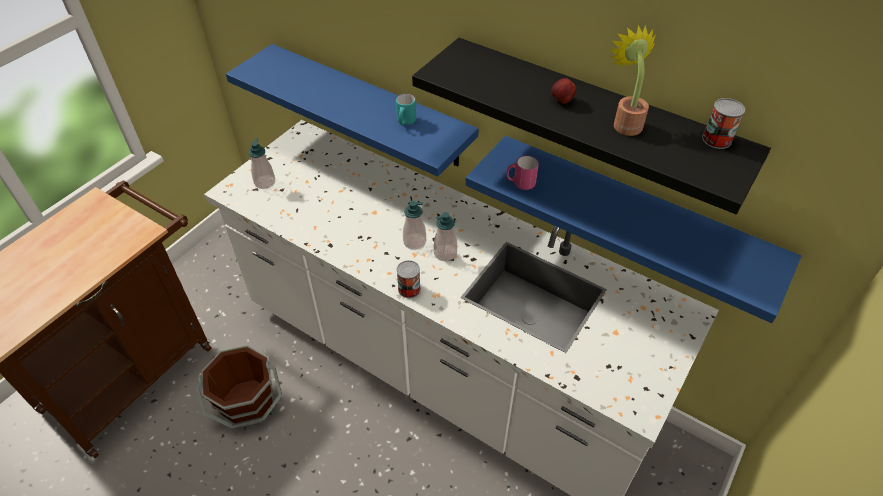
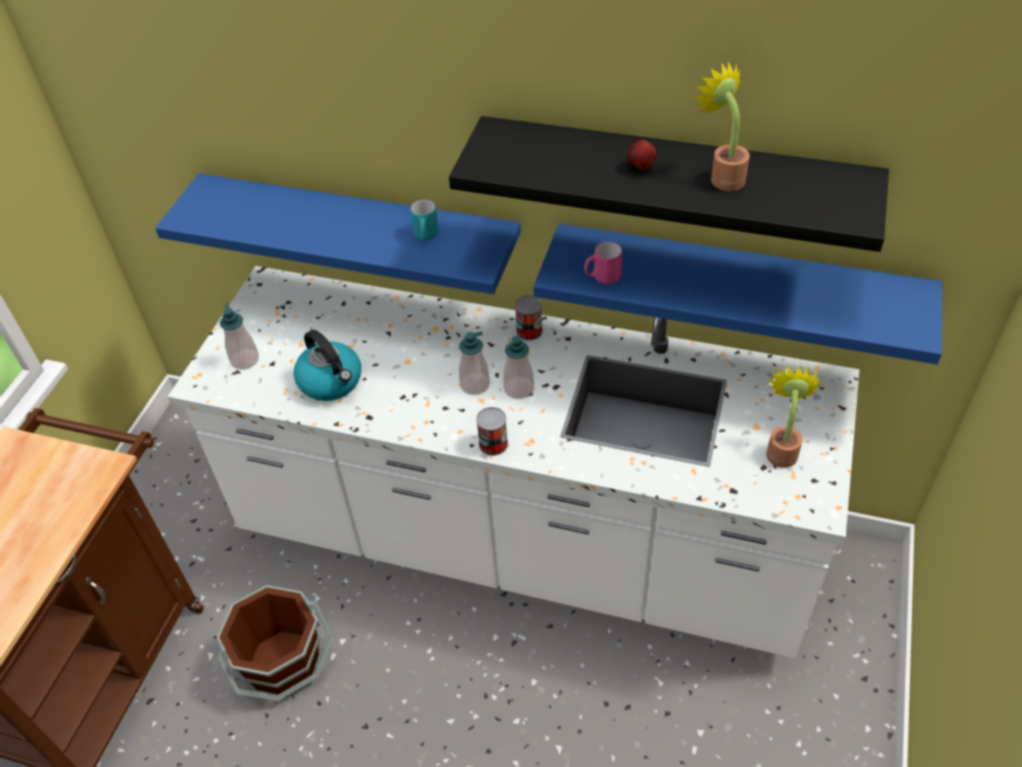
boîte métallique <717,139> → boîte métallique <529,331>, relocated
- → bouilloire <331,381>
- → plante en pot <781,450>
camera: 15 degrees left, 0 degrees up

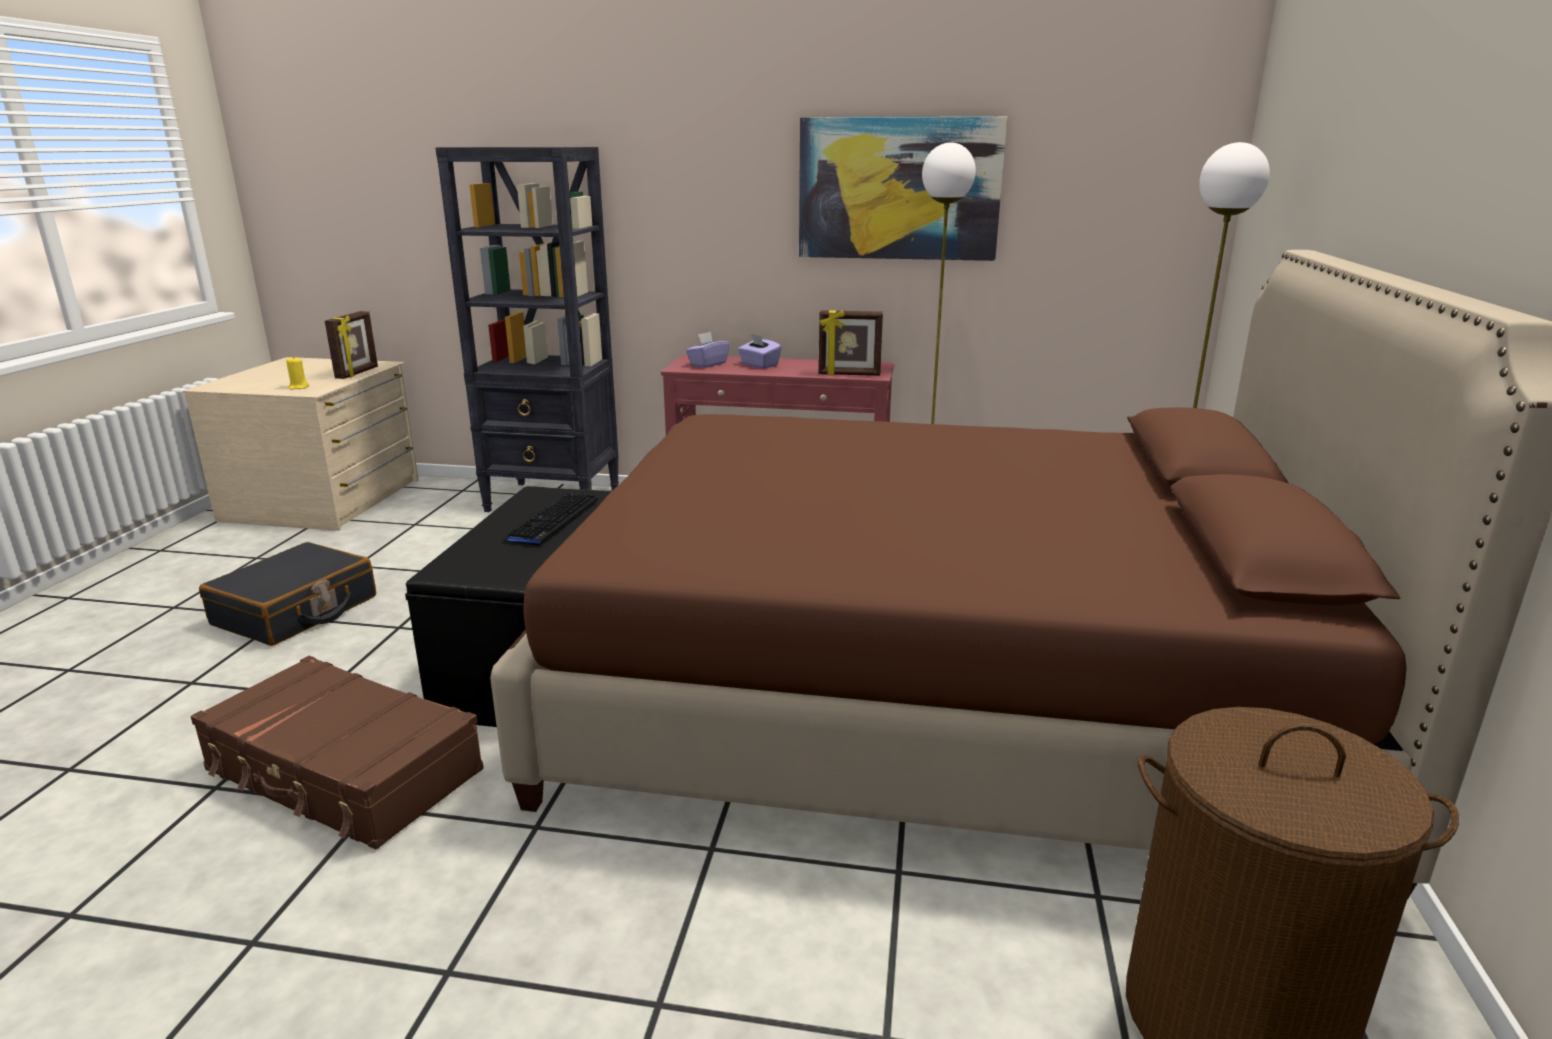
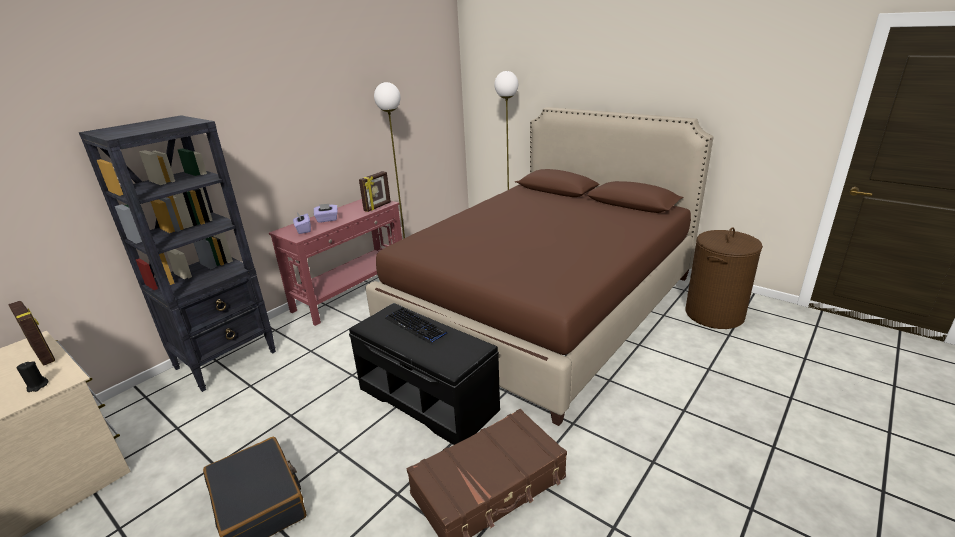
bougie (jaune) <298,387> → bougie (noir) <37,386>
tableau <898,189> → -
camera: 60 degrees left, 5 degrees up

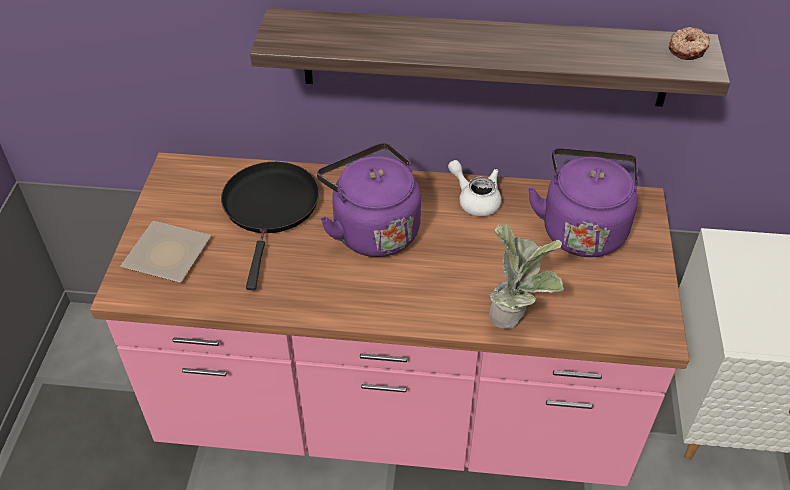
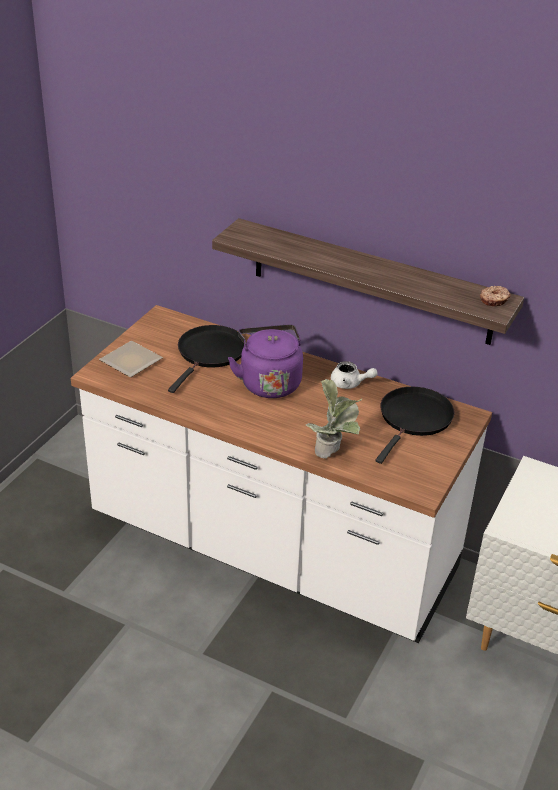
comptoir de cuisine (rose) <395,408> → comptoir de cuisine (blanc) <272,547>
théière (blanc) <475,199> → théière (blanc) <350,384>, 135 degrees clockwise
bouilloire (violet) <582,228> → poêle (noir) <414,419>
camera: 20 degrees right, 10 degrees down

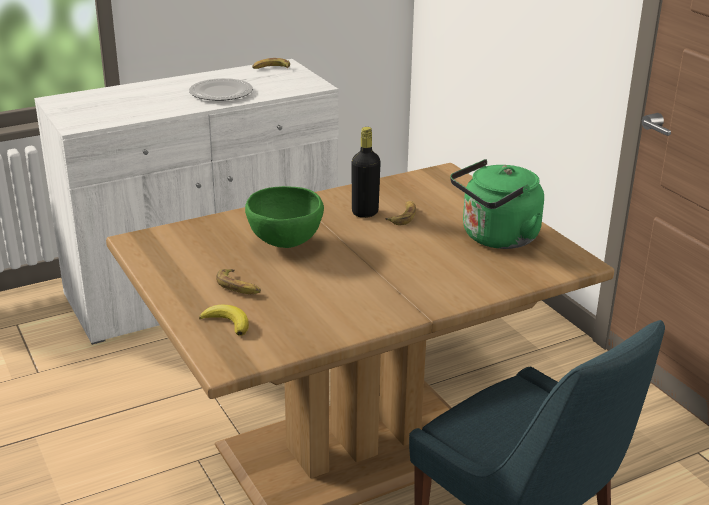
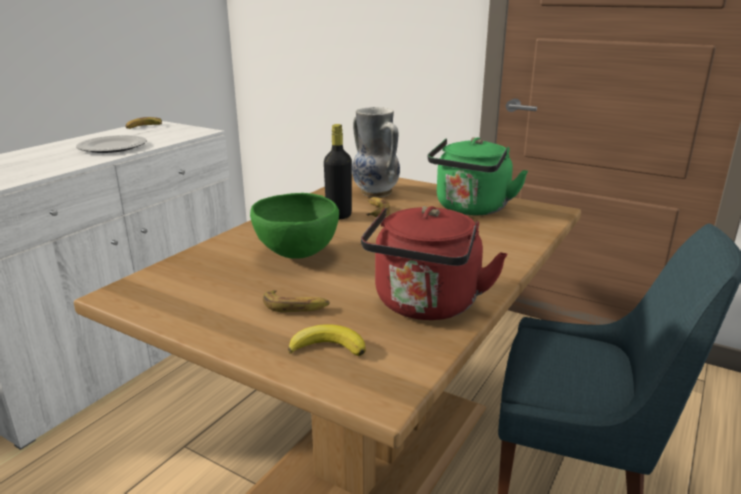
- → vase <375,193>
- → bouilloire (rouge) <425,306>
camera: 30 degrees left, 5 degrees down

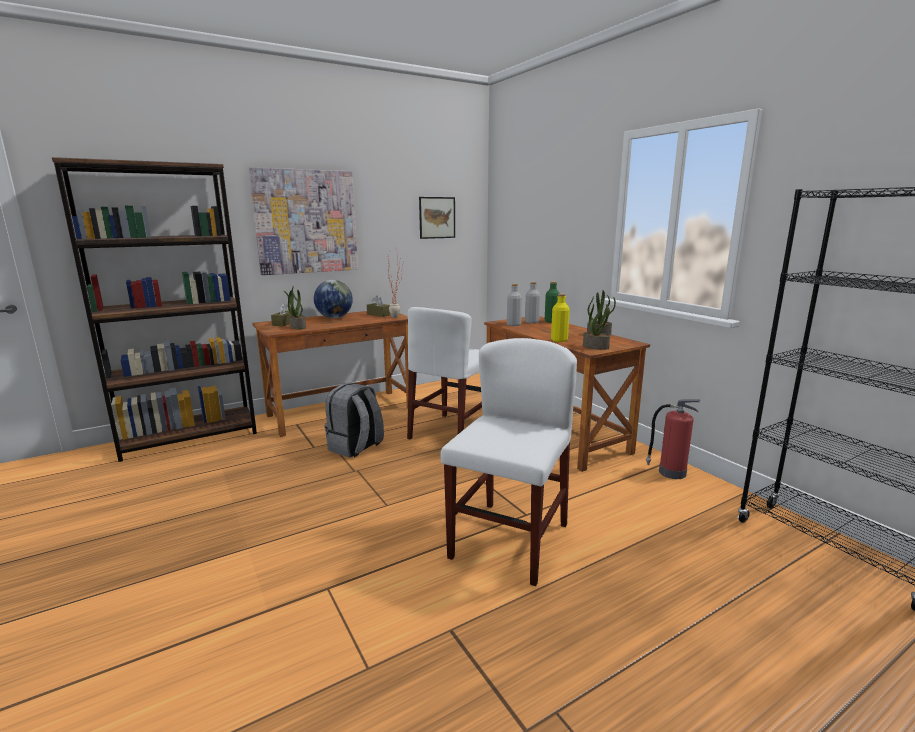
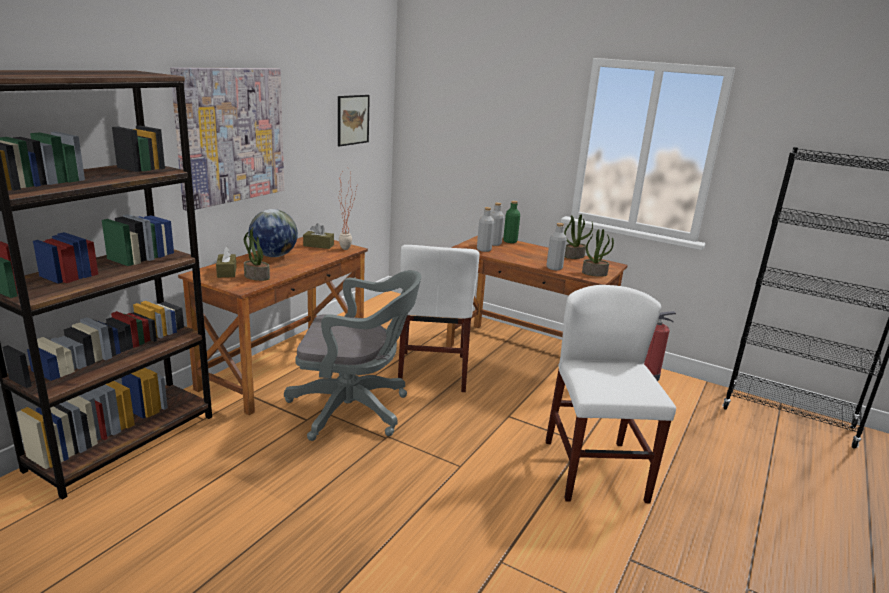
sac à dos (gris) <356,447> → chaise de bureau (gris) <355,410>
bouteille (jaune) <559,340> → bouteille (gris) <554,268>
camera: 30 degrees left, 5 degrees up

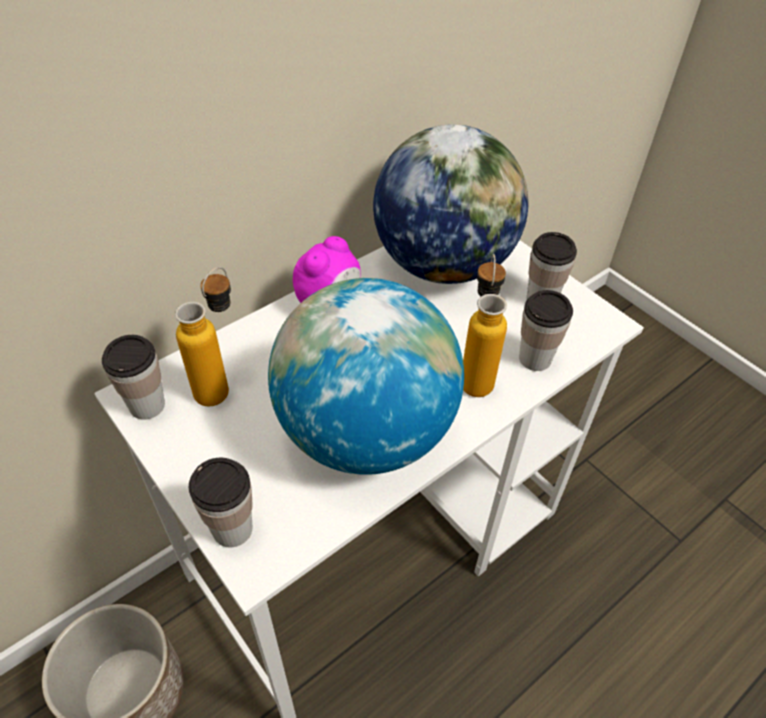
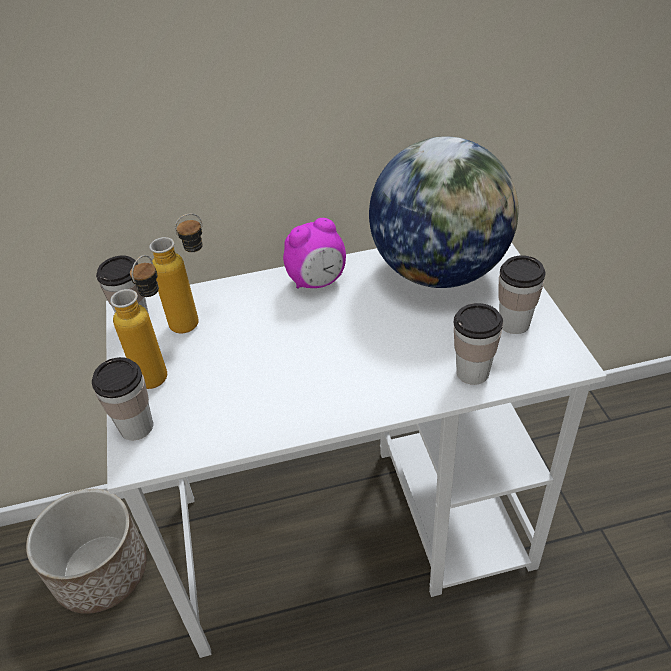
globe <365,432> → -
bouteille <476,374> → bouteille <160,369>, relocated
camera: 30 degrees right, 5 degrees down

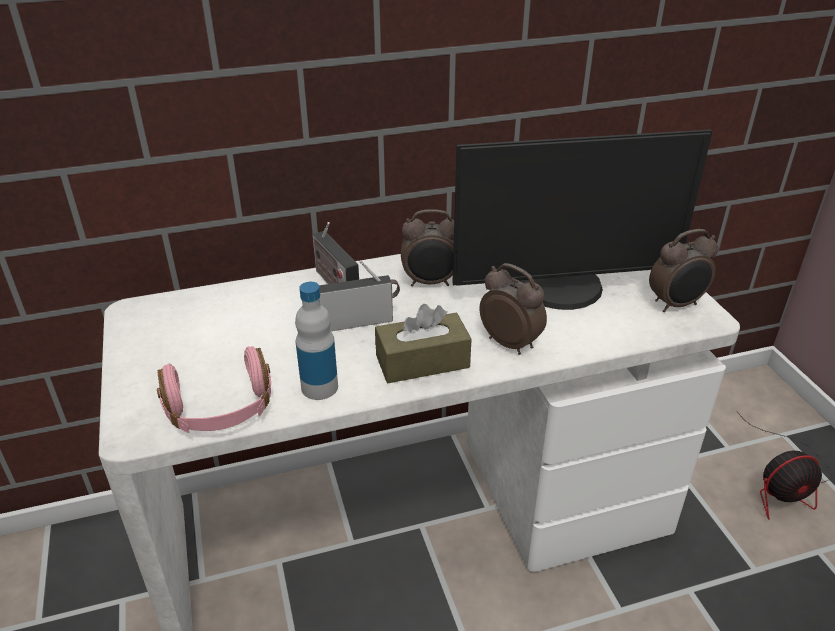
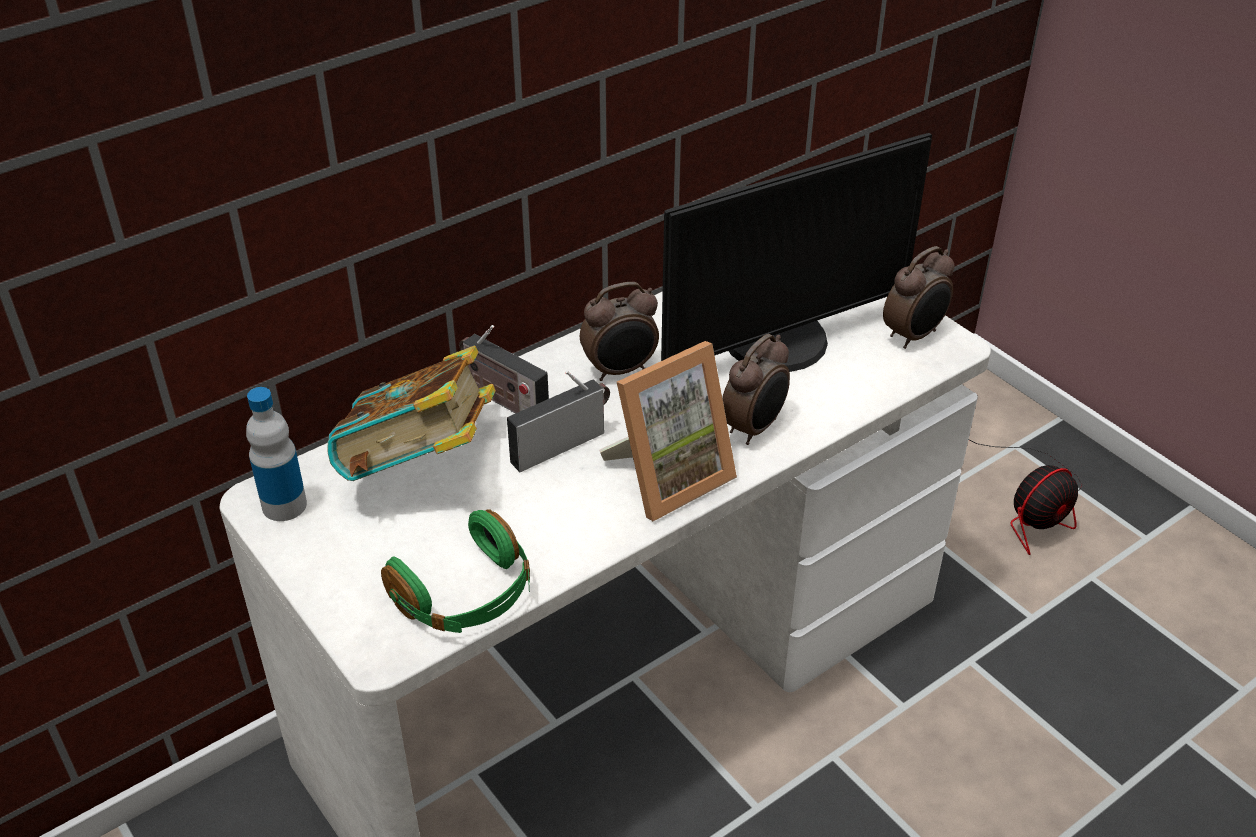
casque audio (rose) <220,409> → casque audio (vert) <466,595>
bouteille <319,387> → bouteille <284,505>, relocated
boîte à mouchoirs (marron) <422,361> → cadre photo <667,476>
réveil <510,342> → réveil <754,428>, 105 degrees clockwise
- → livre <420,467>
camera: 20 degrees left, 5 degrees up

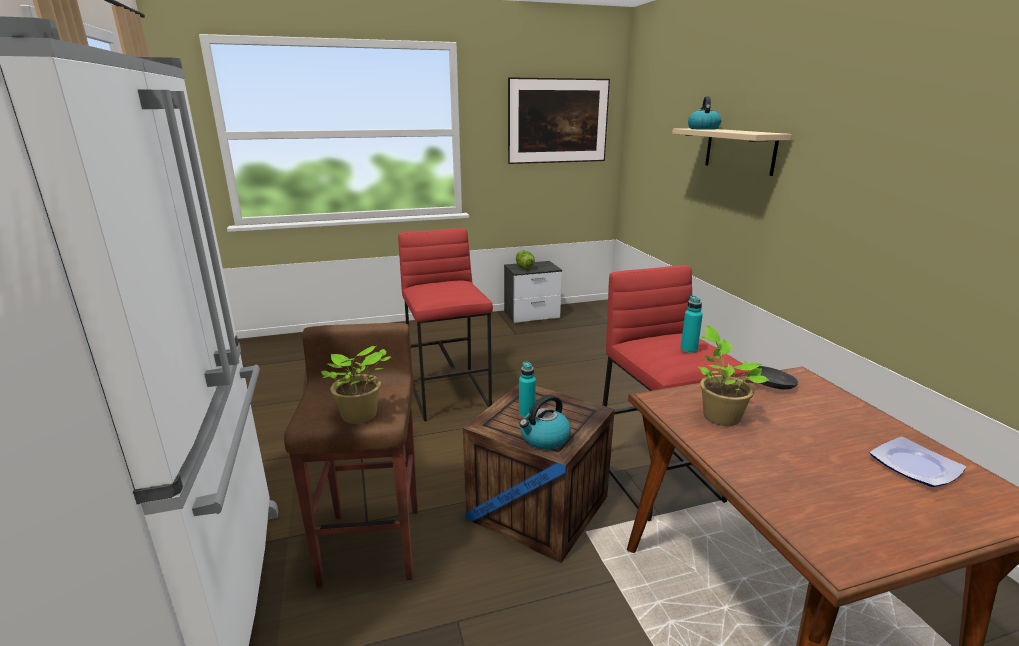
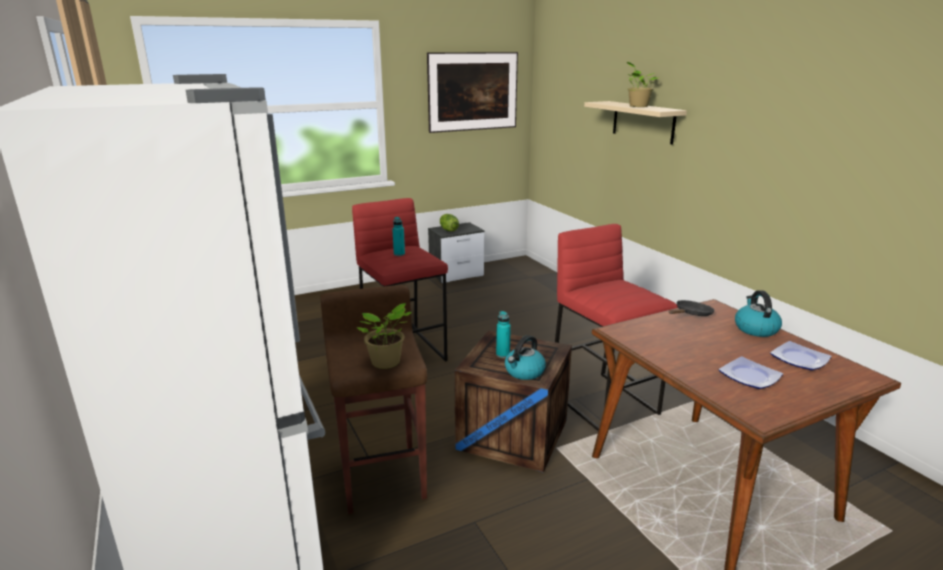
bouteille (turquoise) <688,350> → bouteille (turquoise) <399,254>, relocated
bouilloire <703,129> → bouilloire <755,329>, relocated
plante en pot <719,415> → plante en pot <637,106>, relocated
- → assiette <750,377>
camera: 10 degrees left, 0 degrees up

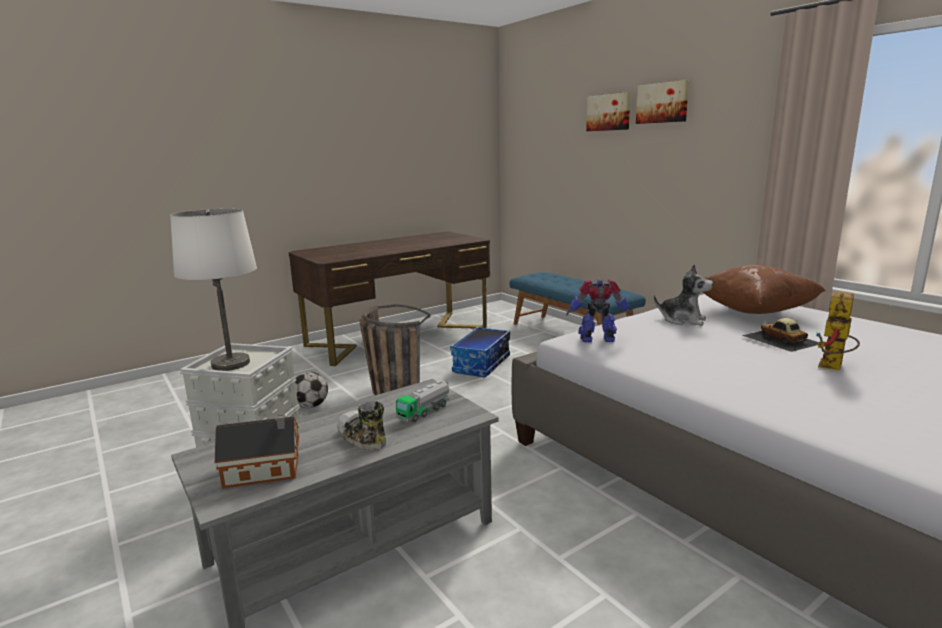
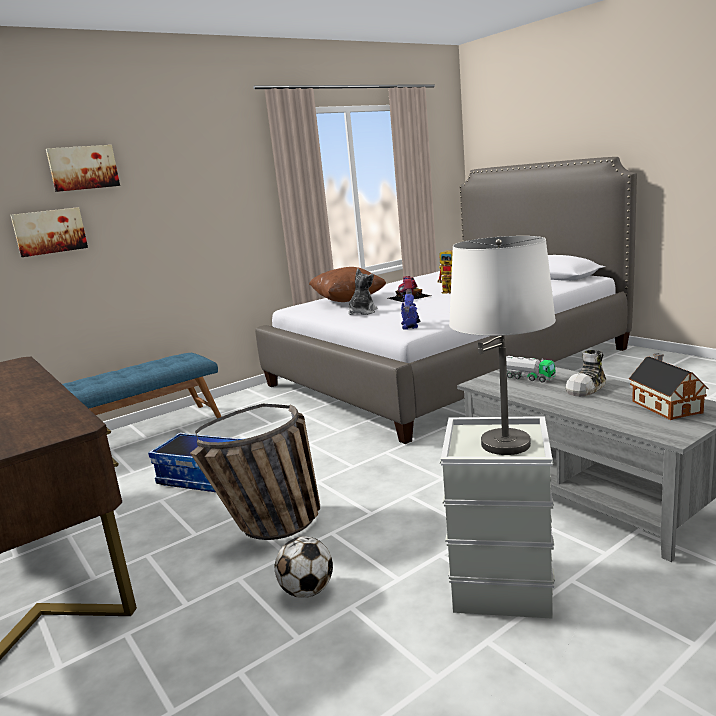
tableau <662,103> → tableau <49,231>, relocated
camera: 90 degrees left, 0 degrees up

